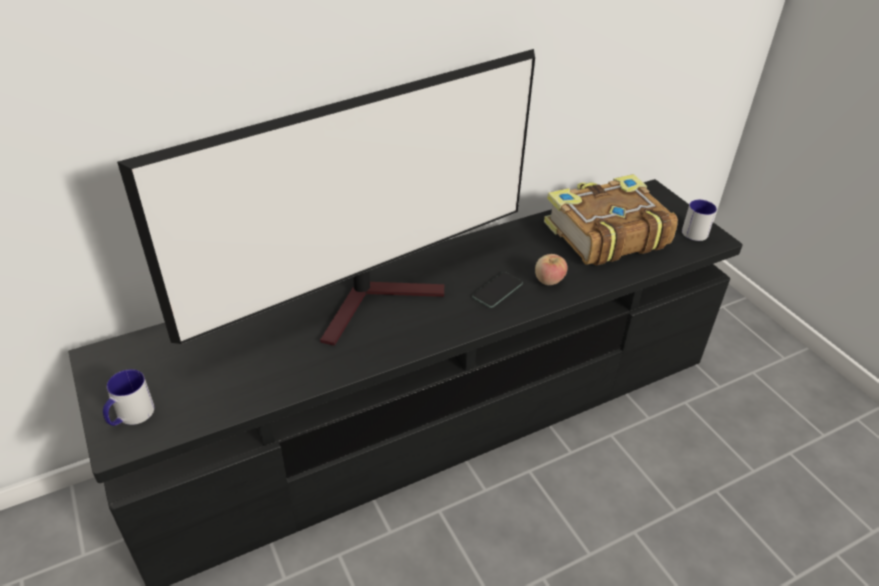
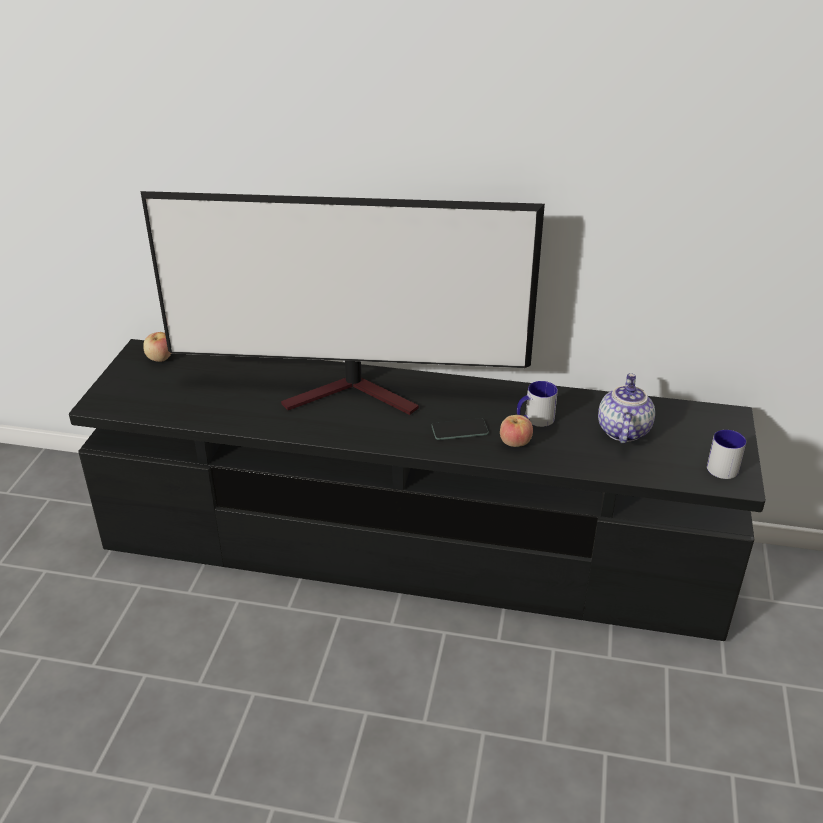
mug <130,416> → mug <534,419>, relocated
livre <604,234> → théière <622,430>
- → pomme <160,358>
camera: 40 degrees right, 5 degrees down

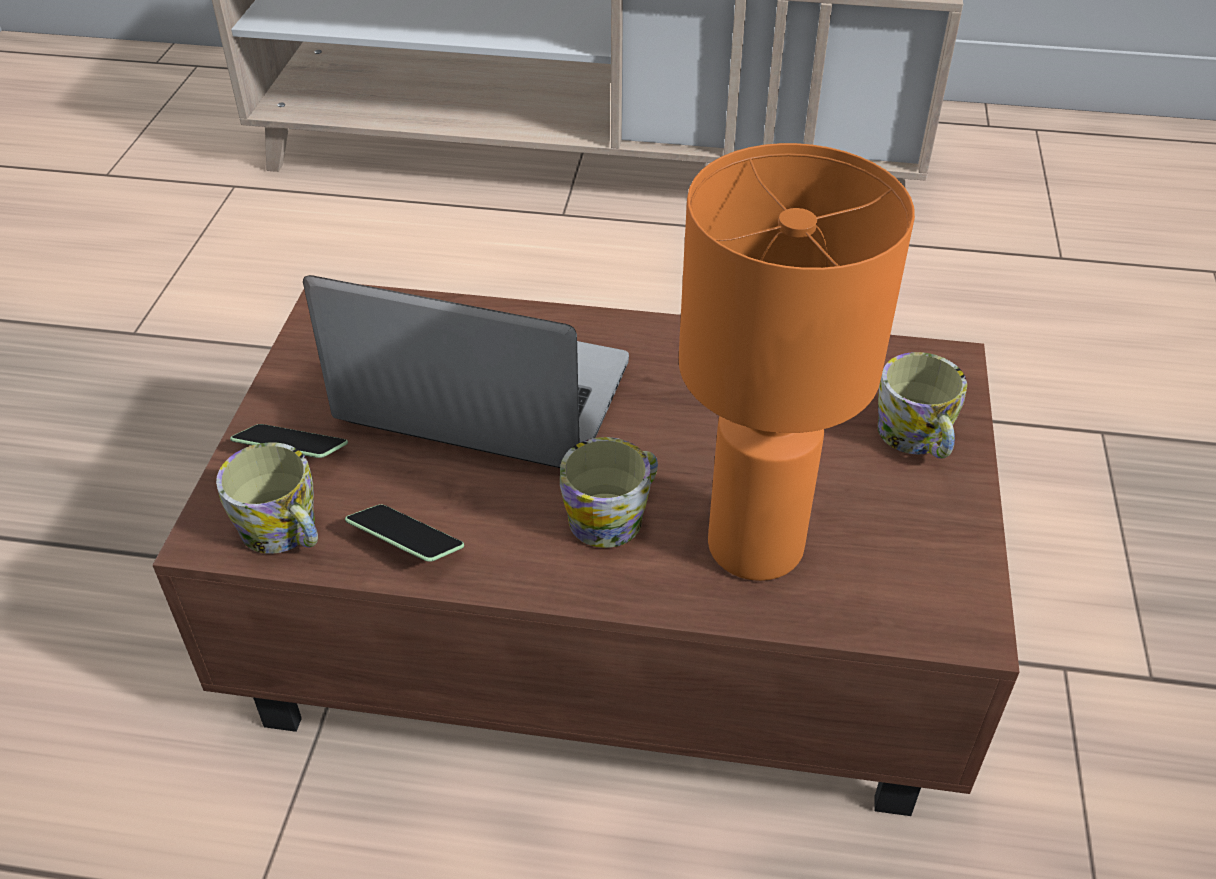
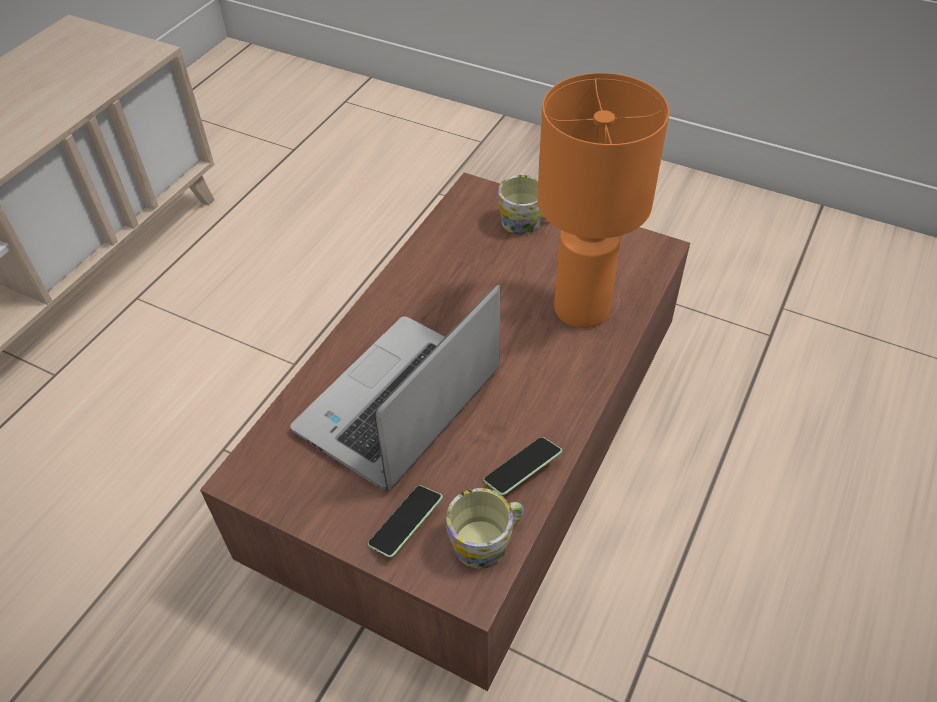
mug <614,515> → -
camera: 70 degrees left, 5 degrees up

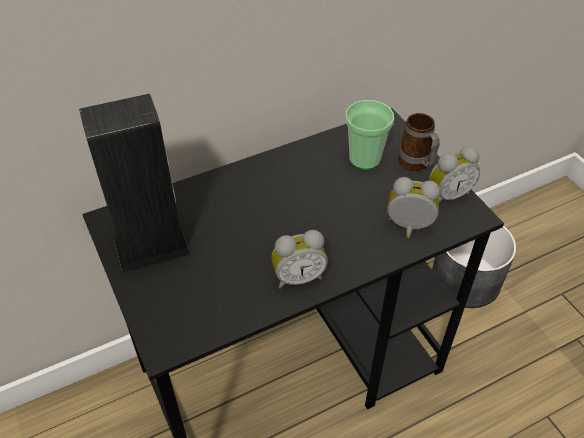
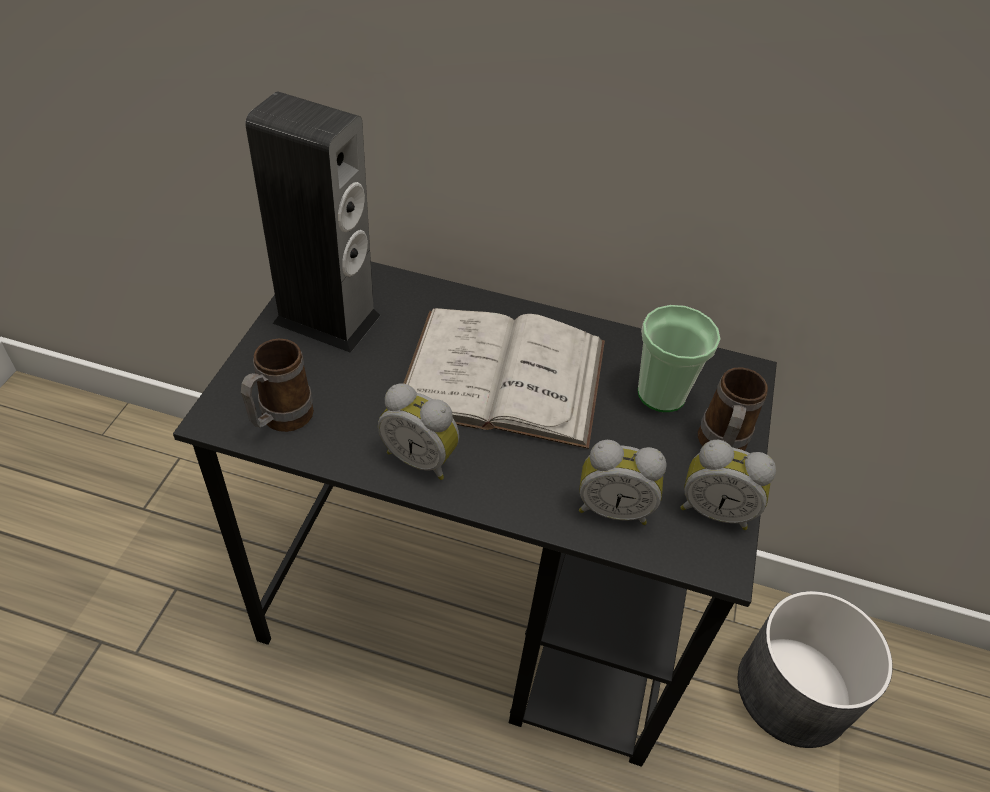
réveil <408,228> → réveil <613,507>, 135 degrees clockwise
- → mug <280,421>
- → livre (blanc) <503,376>
camera: 40 degrees right, 0 degrees up

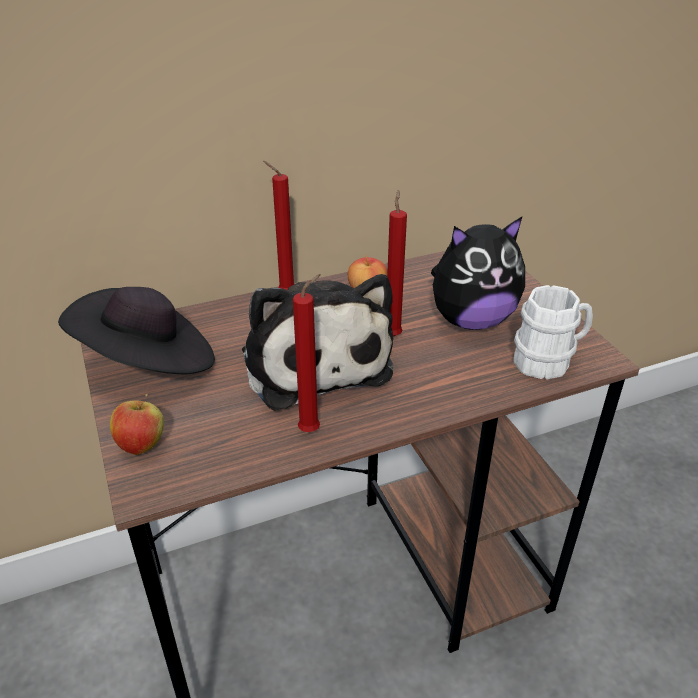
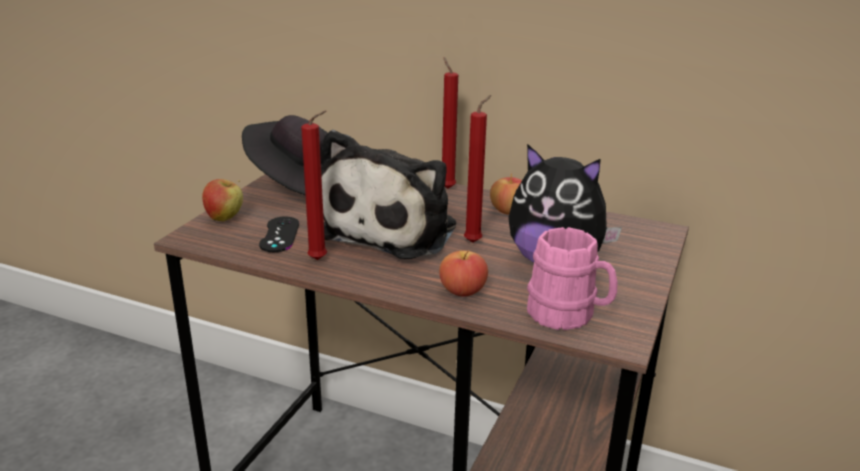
mug (blanc) <549,360> → mug (rose) <569,316>
- → manette (noir) <279,234>
- → pomme <462,291>
camera: 45 degrees right, 10 degrees down

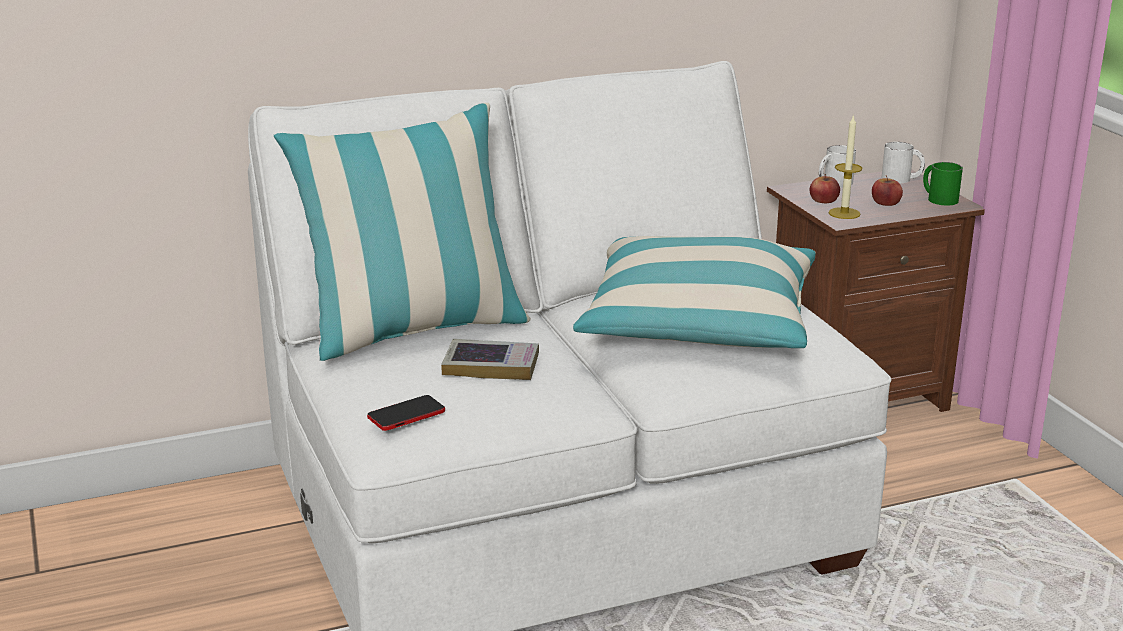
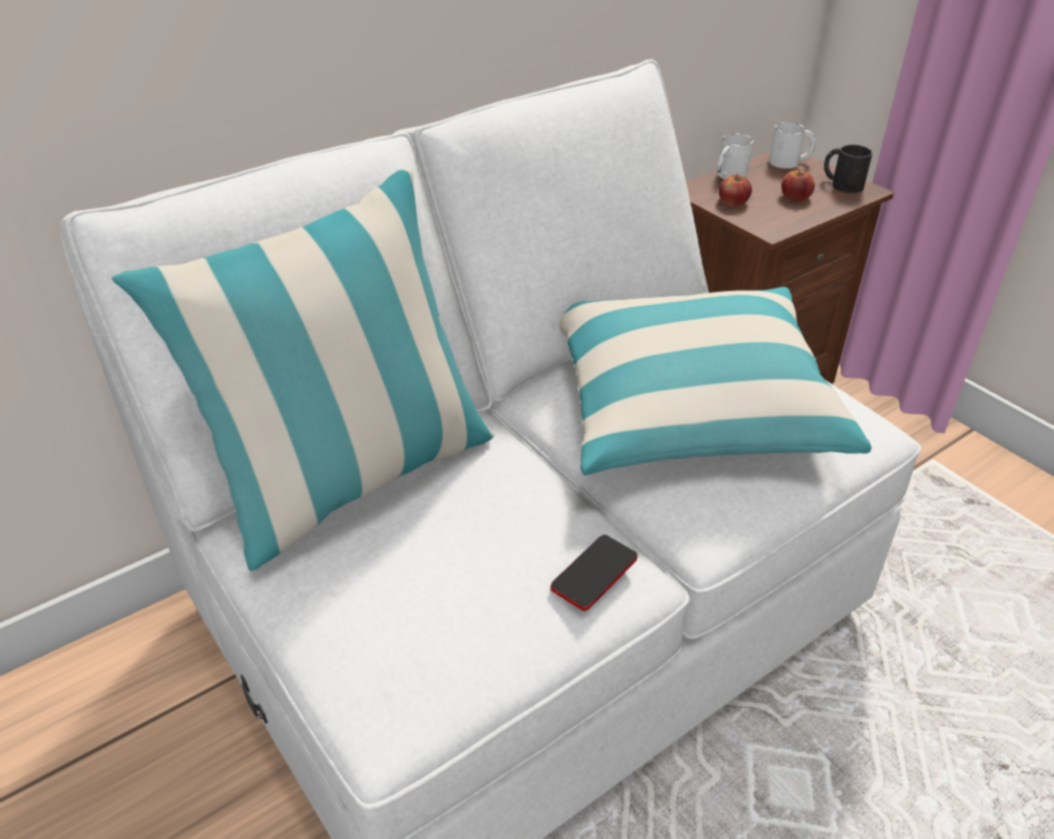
téléphone <406,414> → téléphone <594,573>, relocated
livre <491,366> → -
bougie <844,213> → -
mug (vert) <938,198> → mug (noir) <841,184>
camera: 15 degrees left, 15 degrees up

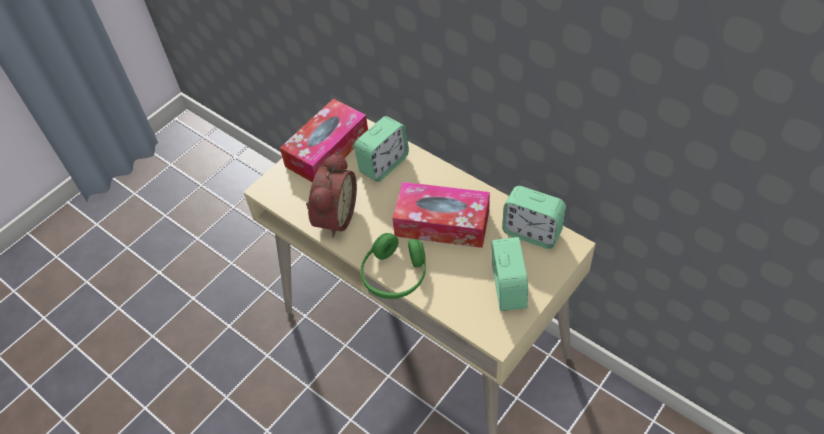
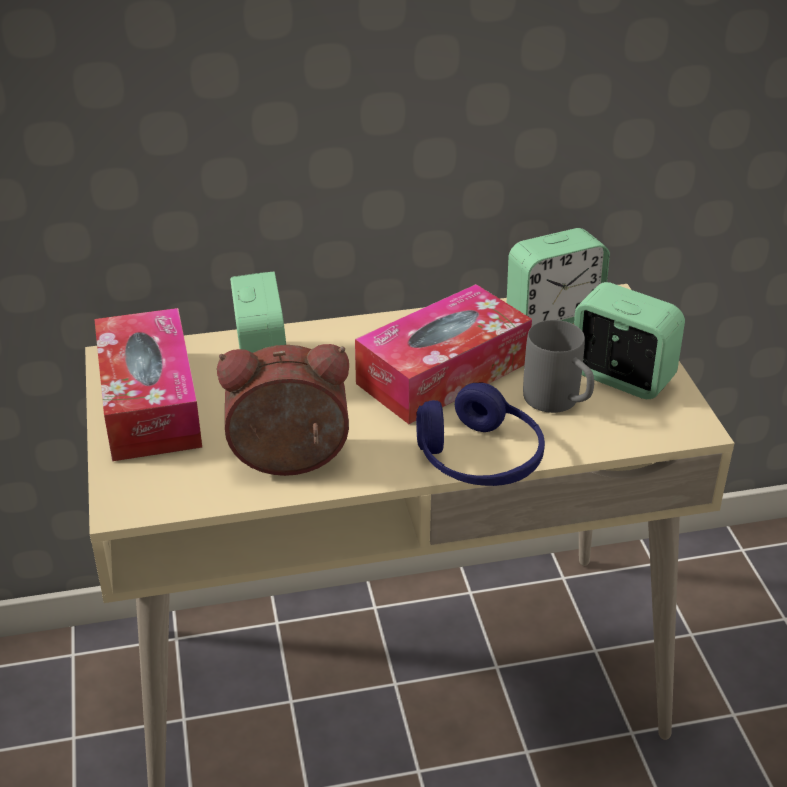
réveil <333,217> → réveil <289,462>, 60 degrees counterclockwise
casque audio (vert) <395,275> → casque audio (bleu) <479,459>
- → mug (gris) <559,403>
camera: 55 degrees left, 15 degrees down

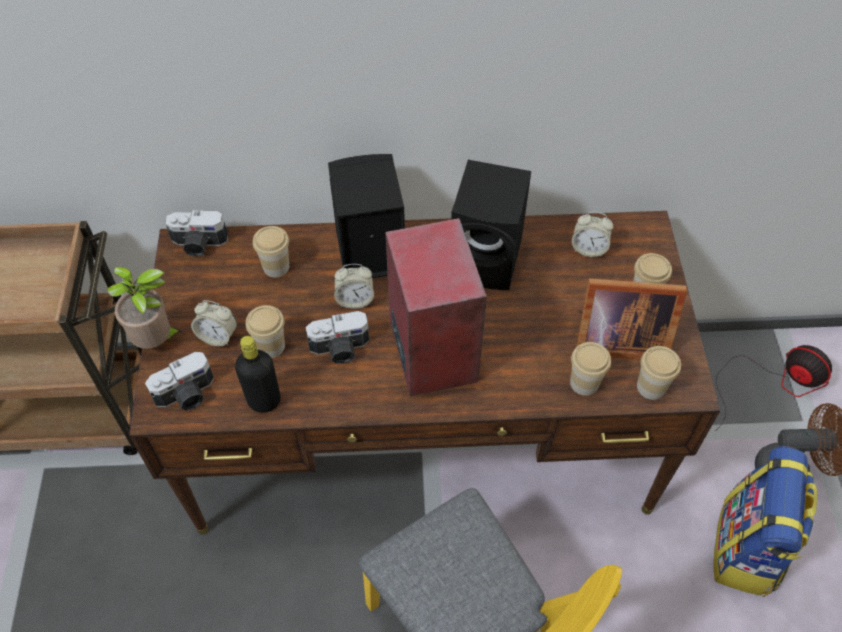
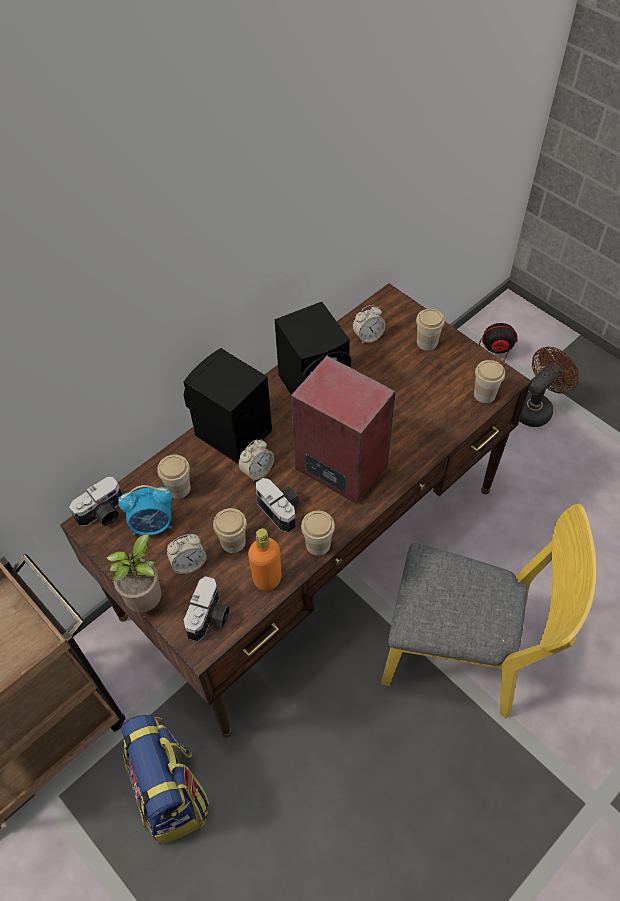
bouteille (noir) <264,400> → bouteille (orange) <267,579>
appareil photo <340,349> → appareil photo <282,509>, 75 degrees counterclockwise
tasse <584,383> → tasse <318,544>, relocated
cadre photo <616,339> → -
sac à dos <747,549> → sac à dos <172,794>, relocated
- → réveil <153,525>
camera: 40 degrees left, 0 degrees up

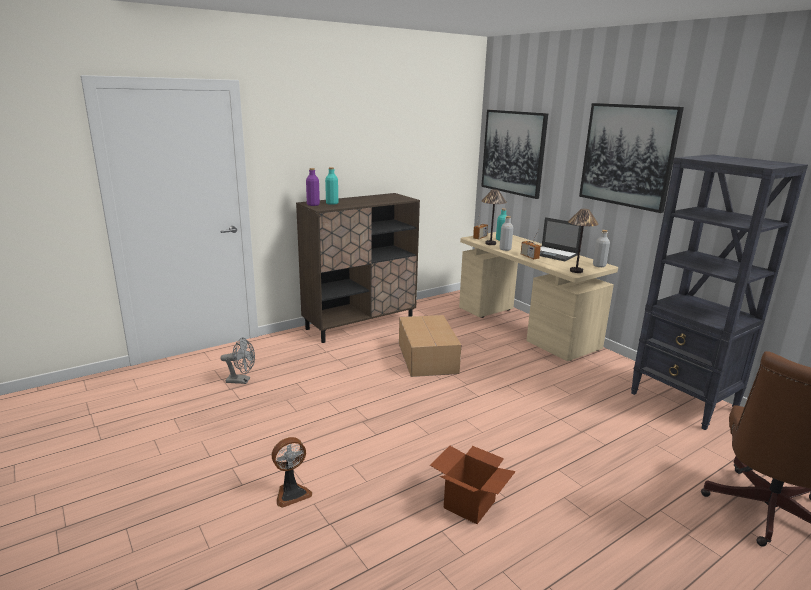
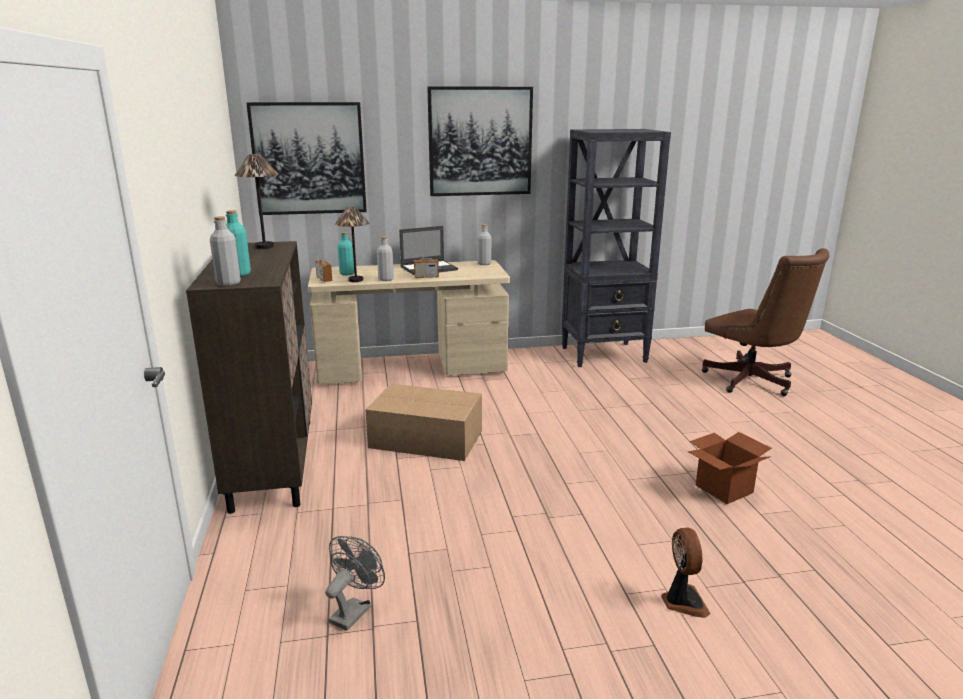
bouteille (violet) <313,204> → bouteille (gris) <228,283>
lampe de table <576,271> → lampe de table <265,246>, relocated
camera: 65 degrees left, 0 degrees up

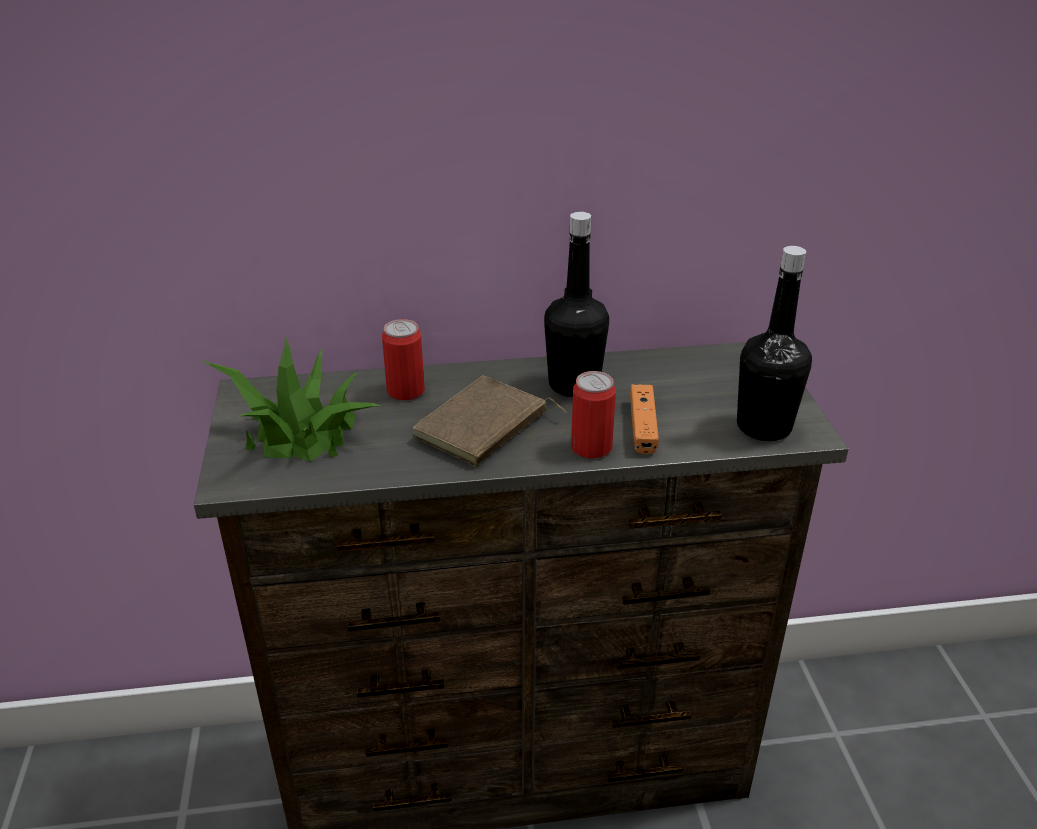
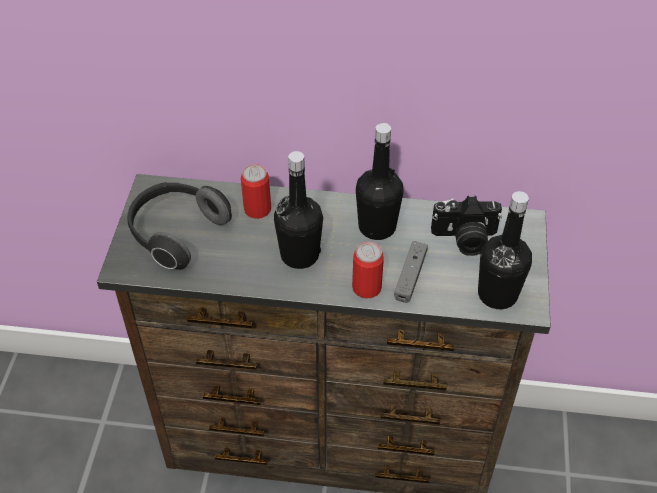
plante en pot <299,432> → casque audio <176,233>
livre (marron) <484,428> → bouteille (noir) <299,255>
manette (orange) <642,427> → manette (gris) <410,276>
- → appareil photo <464,239>
camera: 15 degrees right, 15 degrees up

